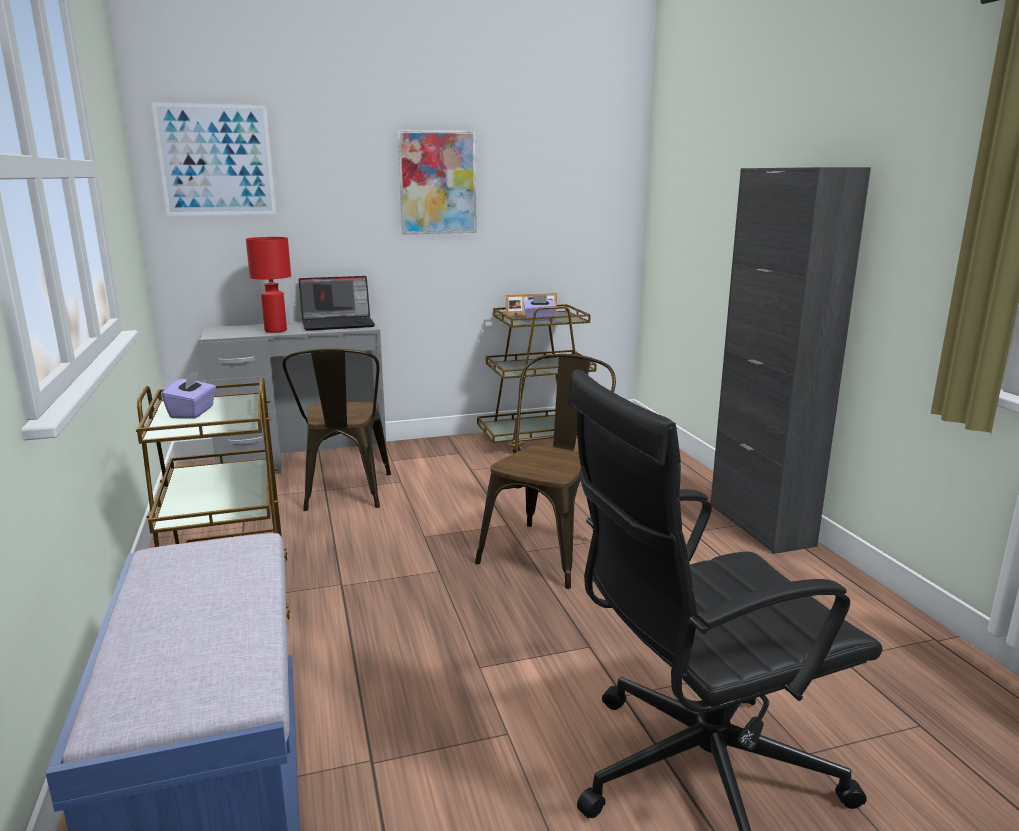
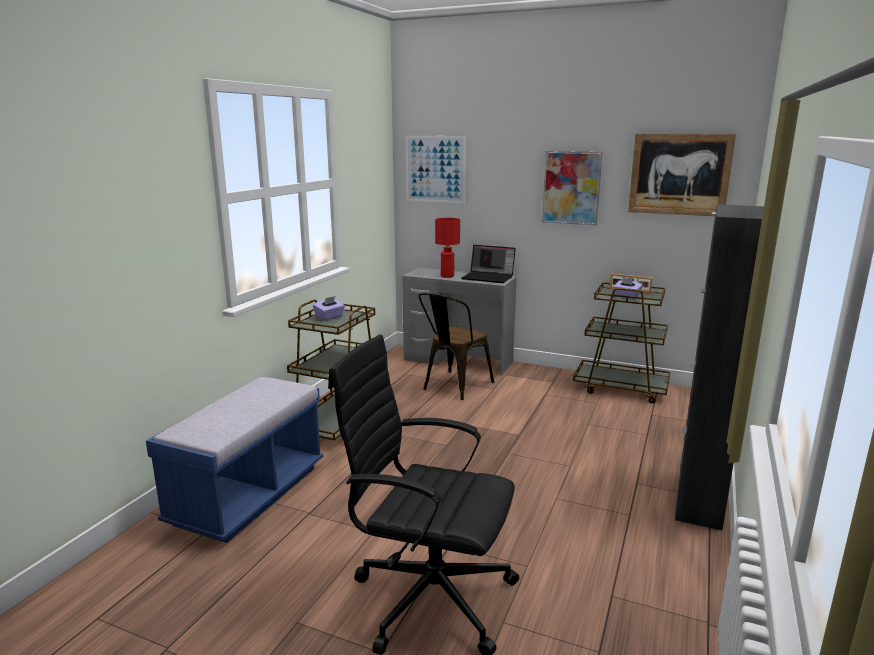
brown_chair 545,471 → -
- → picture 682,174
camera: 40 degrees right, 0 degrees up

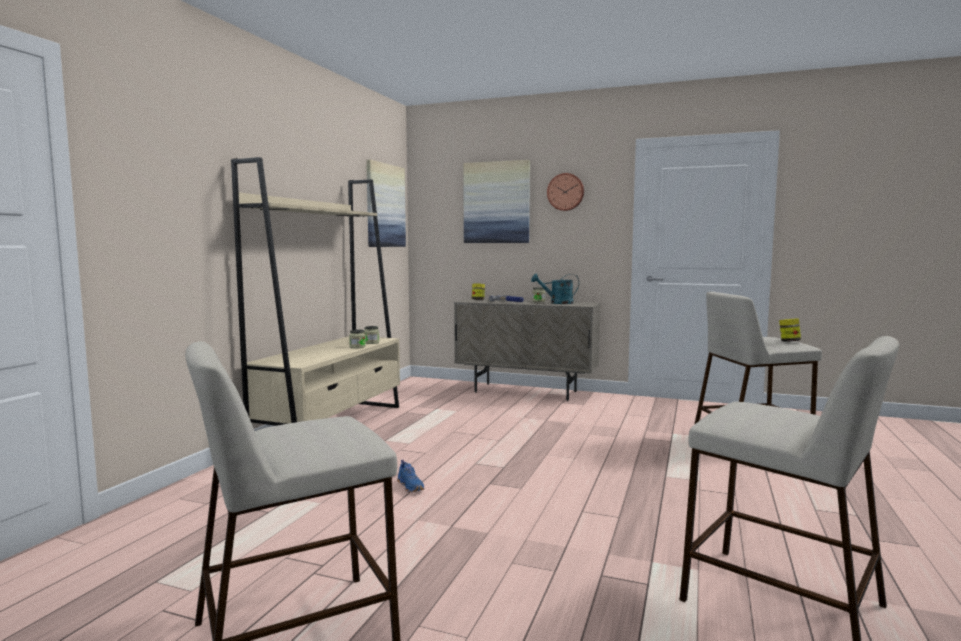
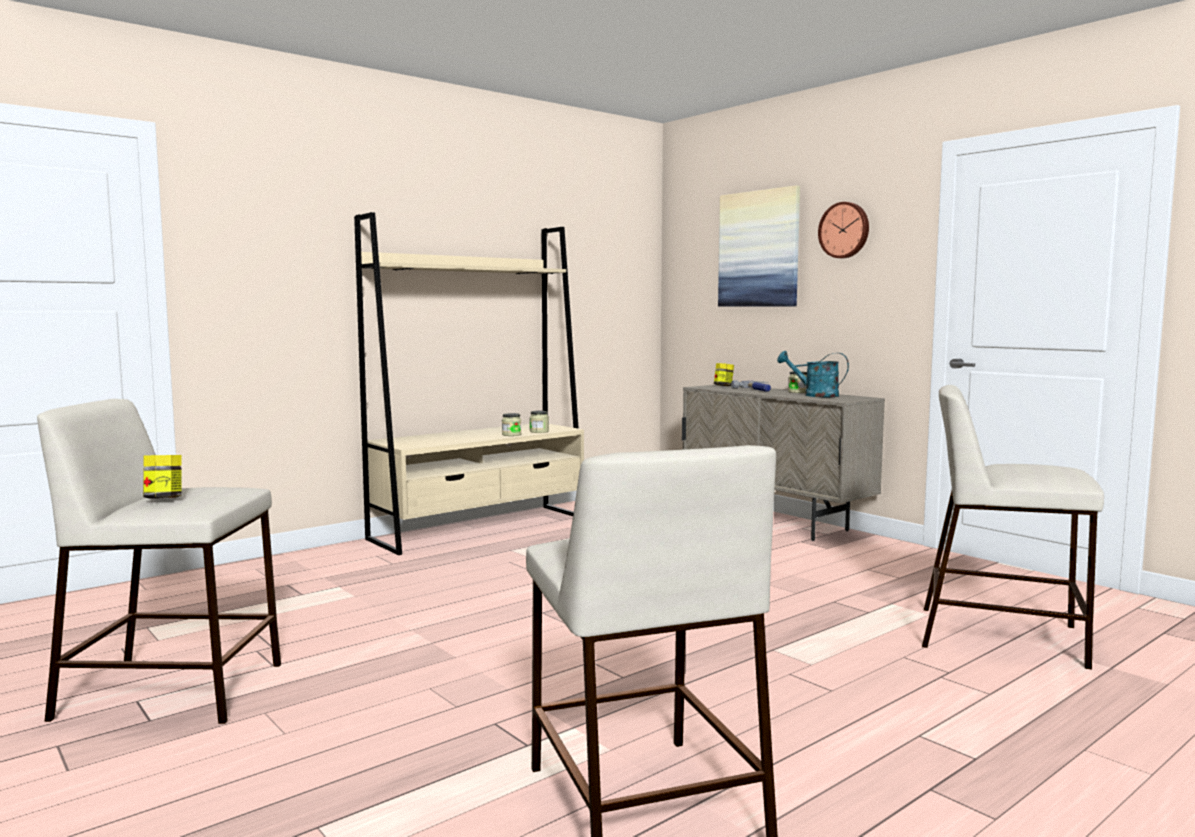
picture 386,203 → -
blue_shoe 411,476 → -
jar 790,330 → jar 162,477, moved
camera: 30 degrees right, 0 degrees up

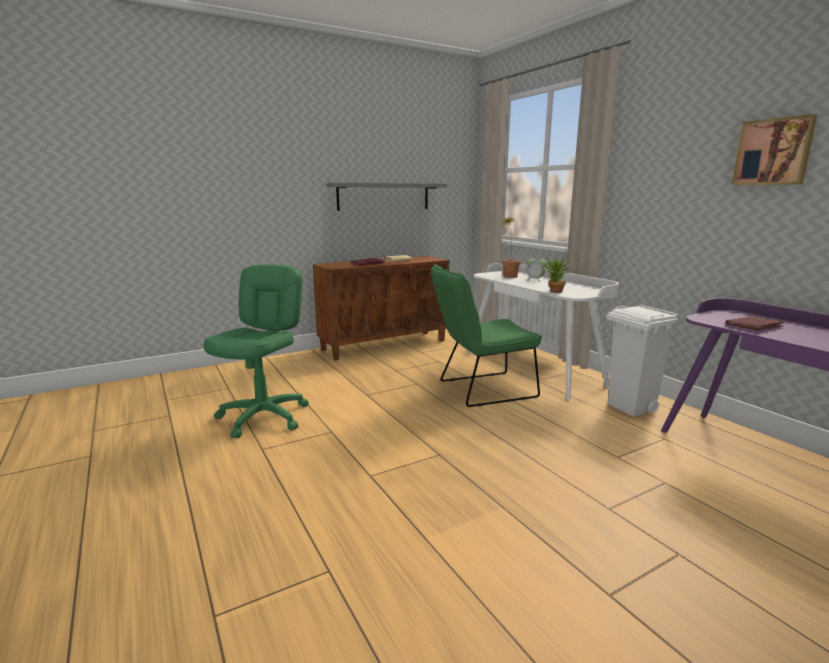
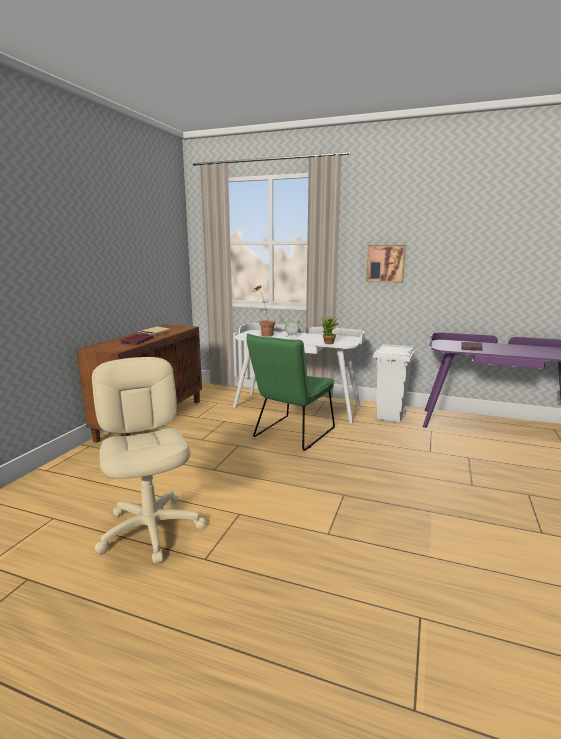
green_office_chair 256,351 → beige_office_chair 149,460
grey_shelf 386,197 → -
picture 774,149 → picture 386,264, moved
camera: 40 degrees left, 0 degrees up

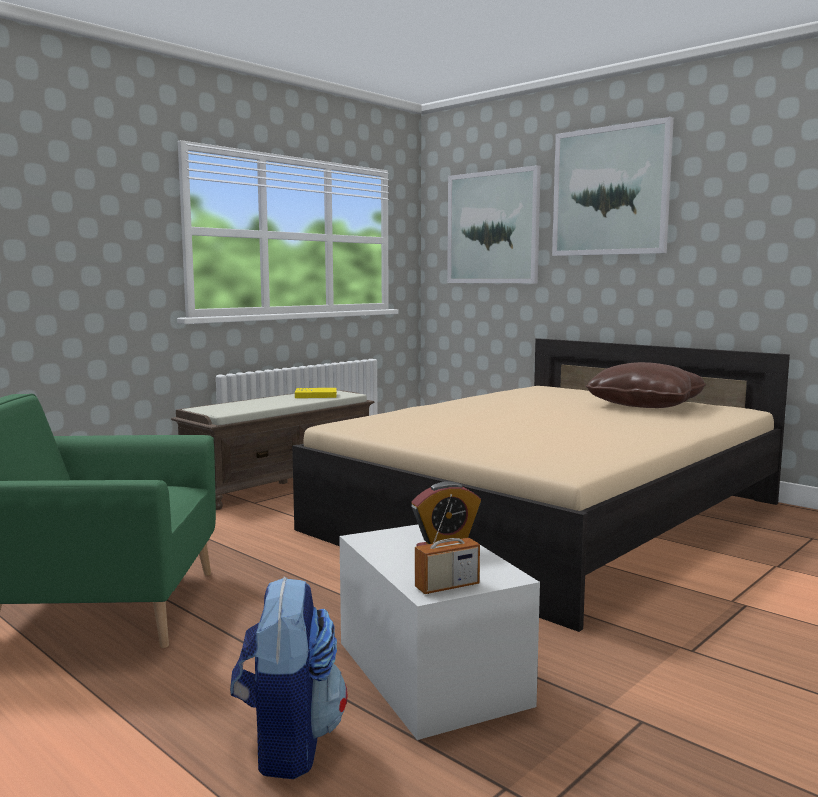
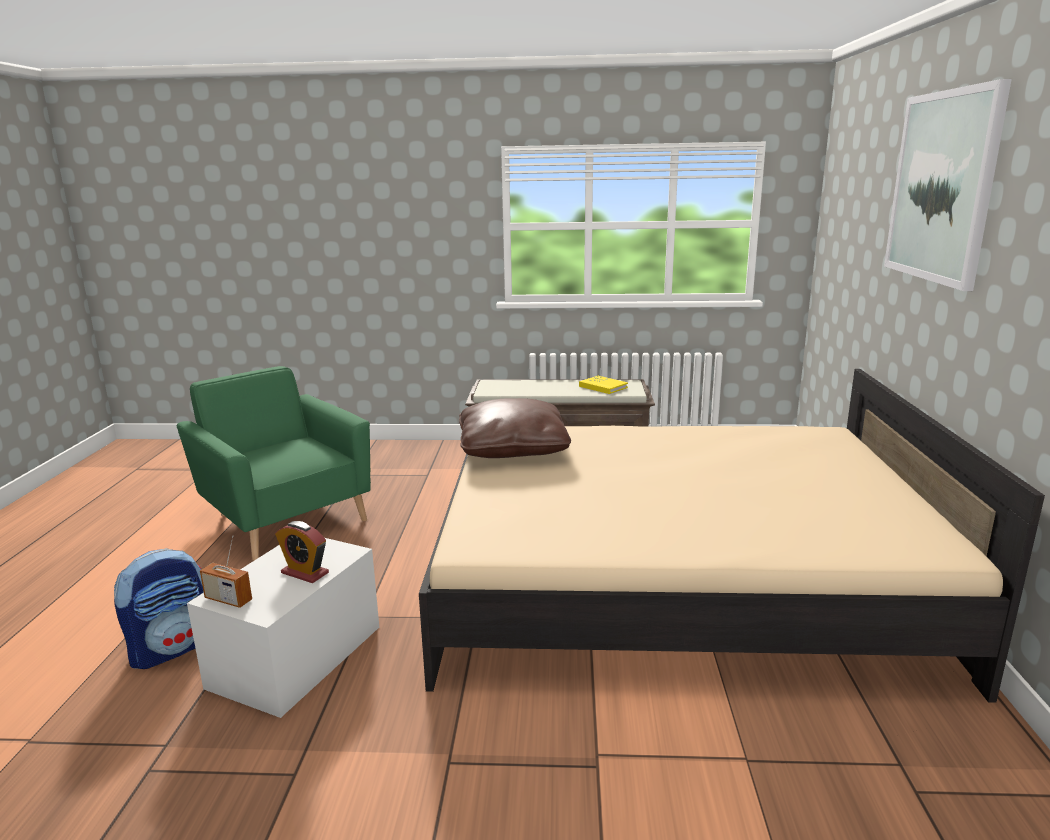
picture 494,224 → -
brown_pillow 646,385 → brown_pillow 515,428, moved
camera: 50 degrees right, 10 degrees up

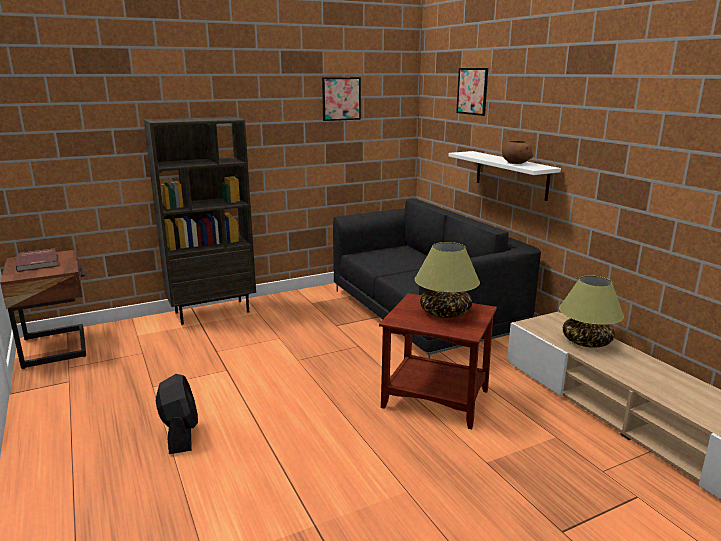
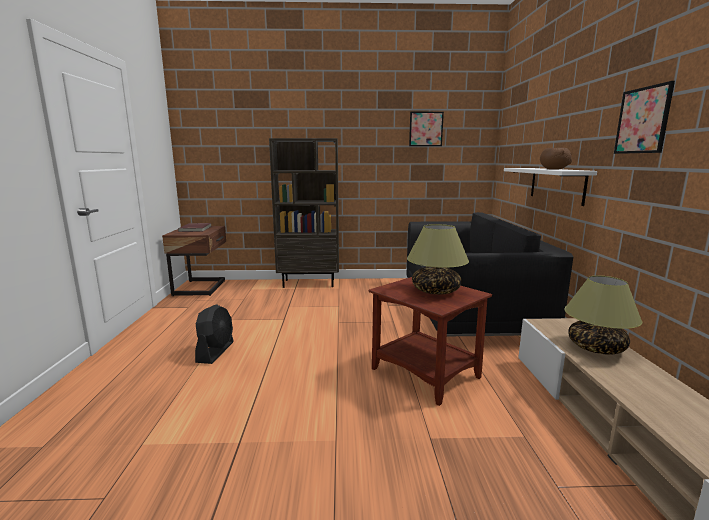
picture 472,92 → picture 644,117, moved
camera: 25 degrees right, 5 degrees down

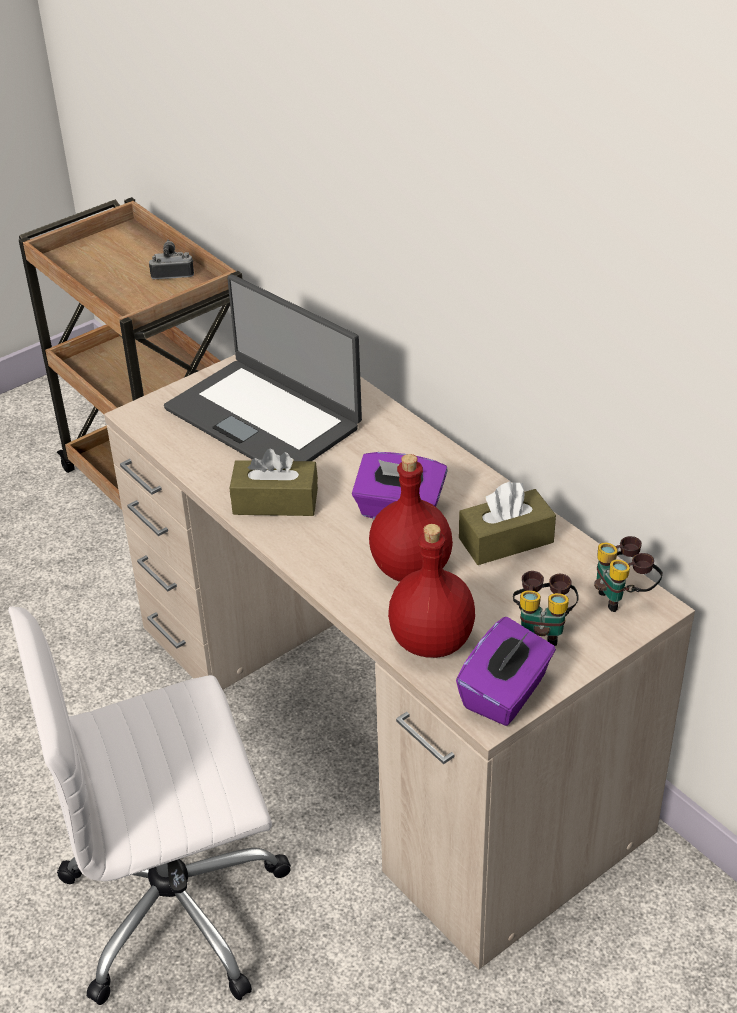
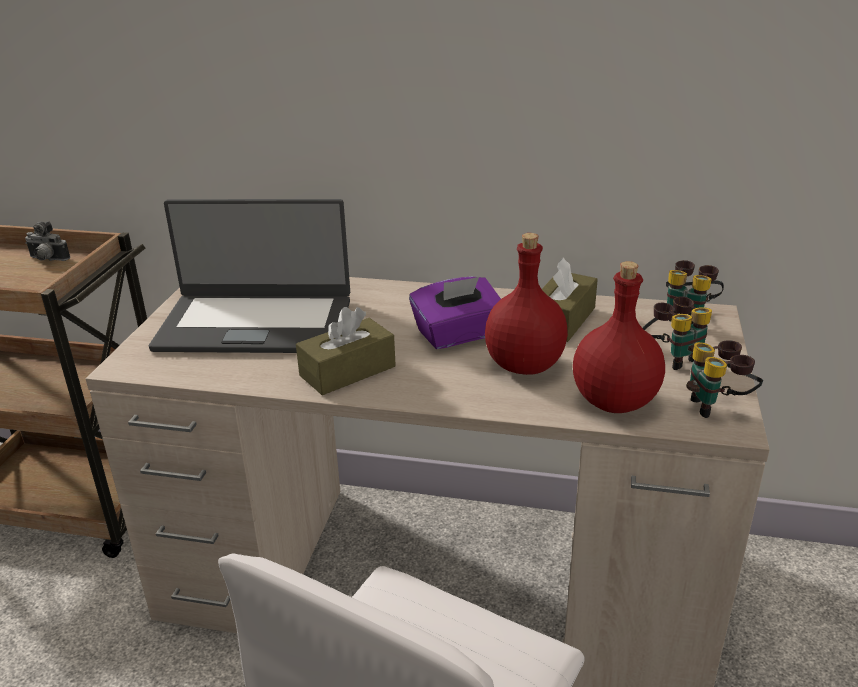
photo_camera 171,259 → photo_camera 47,241, 120 degrees counterclockwise
purple_tissue_box 506,671 → binoculars 724,379
camera: 40 degrees left, 10 degrees down

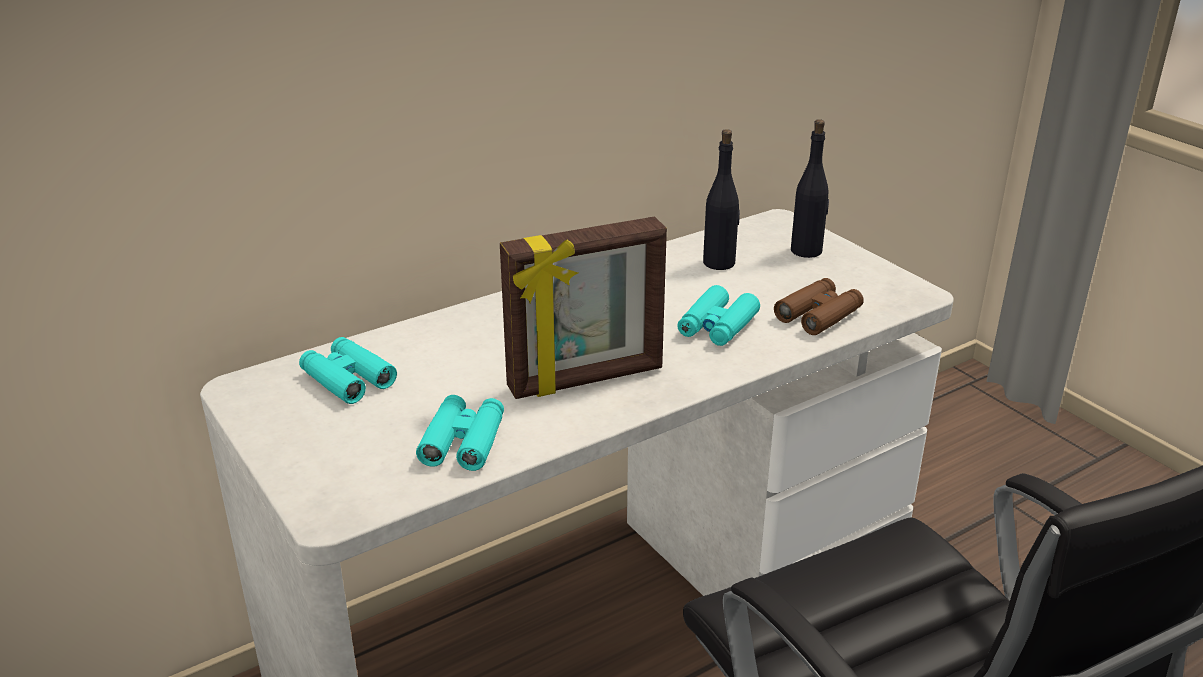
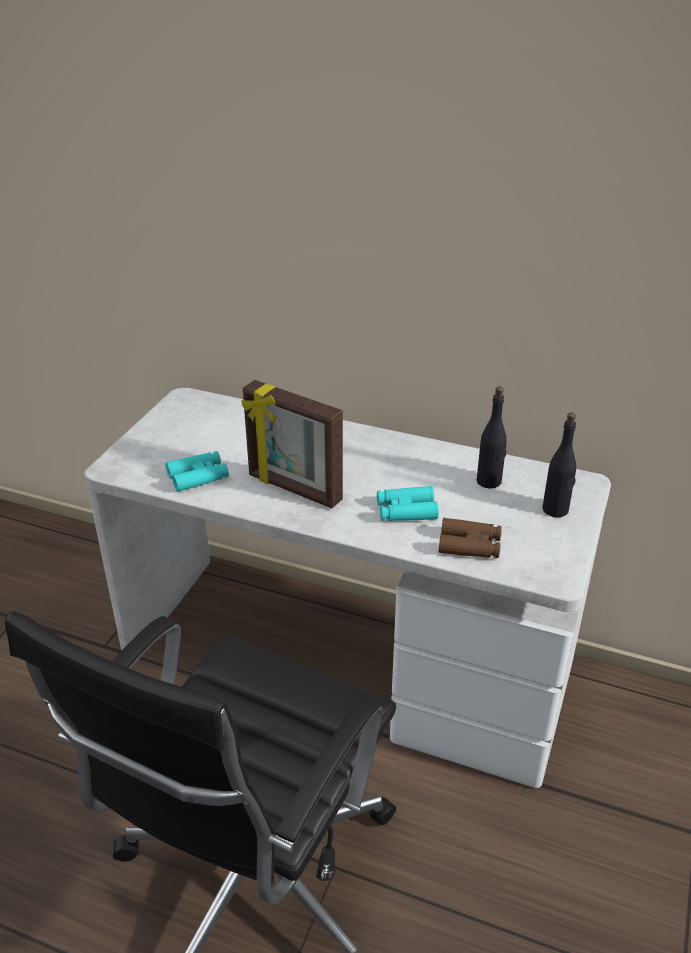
turquoise_binoculars 348,370 → -
camera: 55 degrees right, 5 degrees up

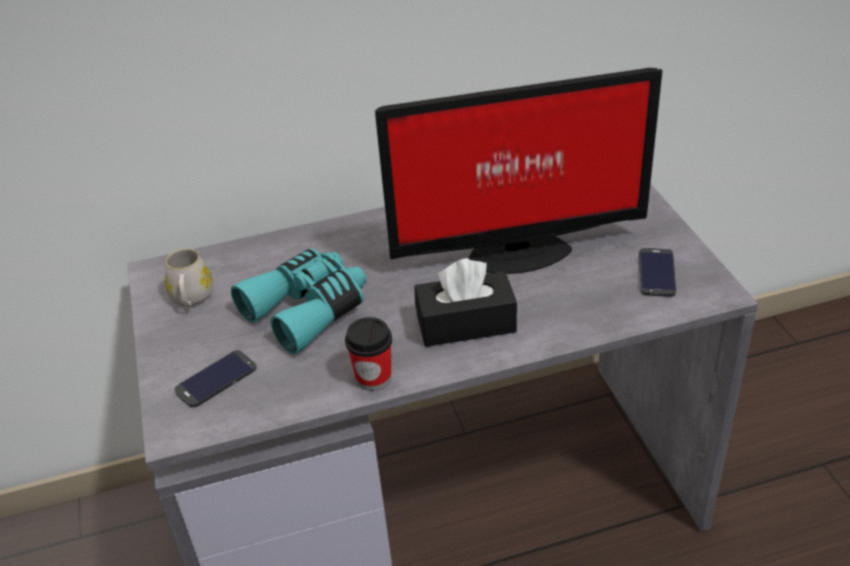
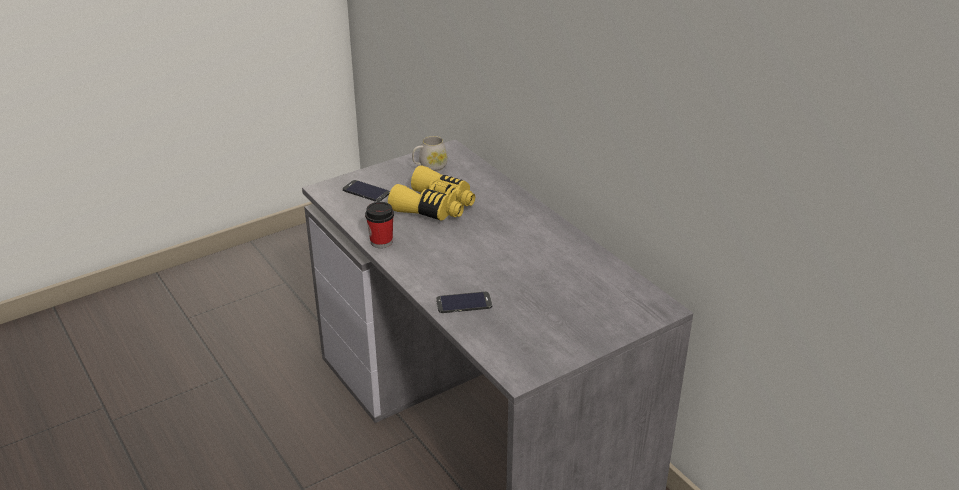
turquoise_binoculars 299,301 → yellow_binoculars 431,193
monitor 518,171 → -
black_tissue_box 465,302 → -
phone 657,272 → phone 464,302, moved
camera: 70 degrees right, 5 degrees down

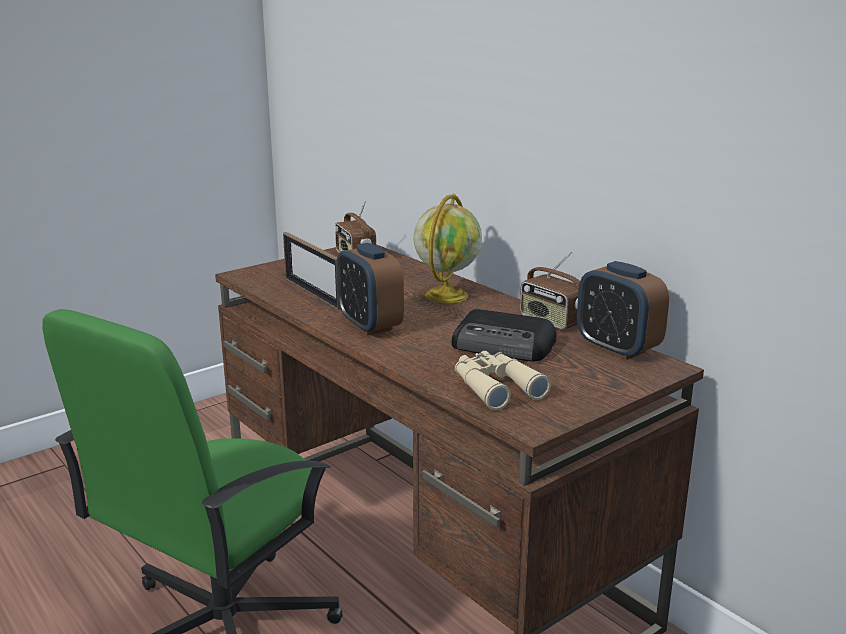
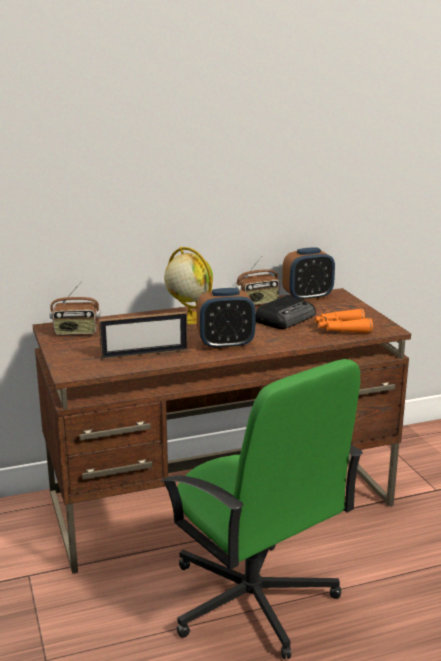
beige_binoculars 503,381 → orange_binoculars 344,321
camera: 70 degrees left, 0 degrees up

